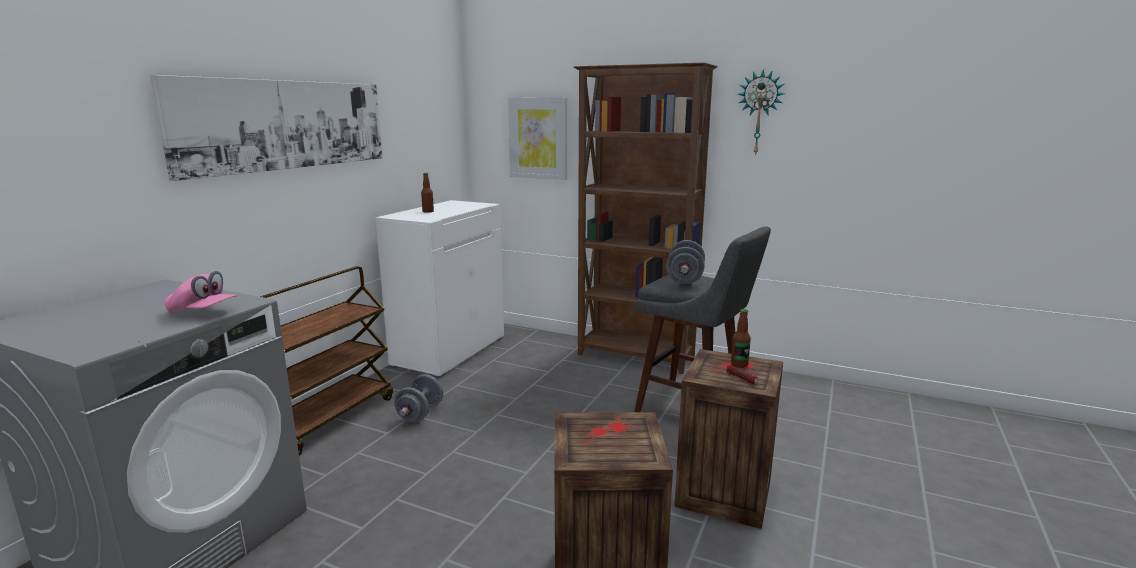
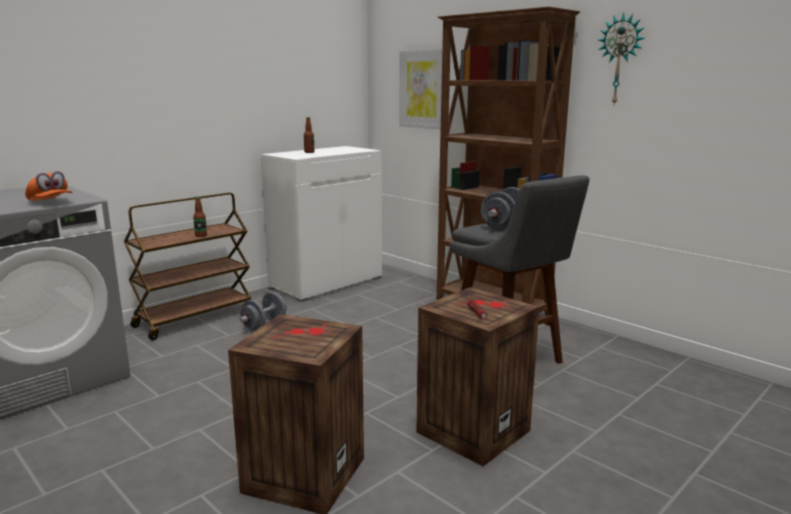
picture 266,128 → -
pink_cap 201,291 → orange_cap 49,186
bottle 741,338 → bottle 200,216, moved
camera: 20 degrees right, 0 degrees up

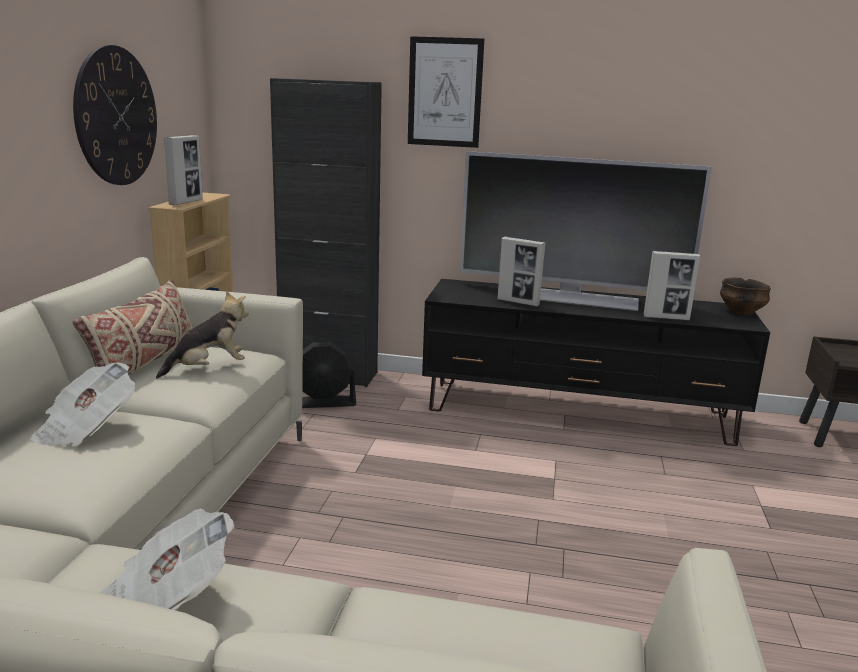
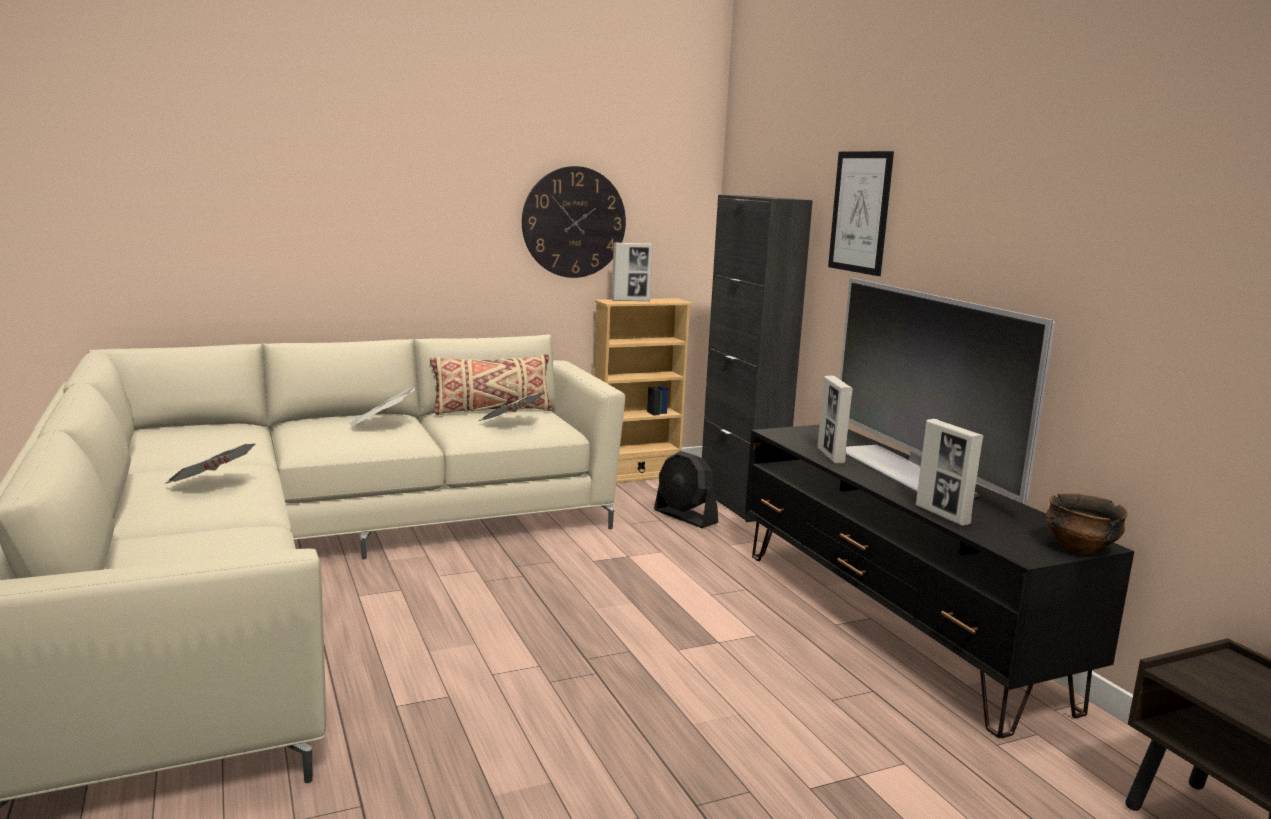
plush_toy 202,334 → newspaper 512,406
camera: 55 degrees right, 5 degrees down

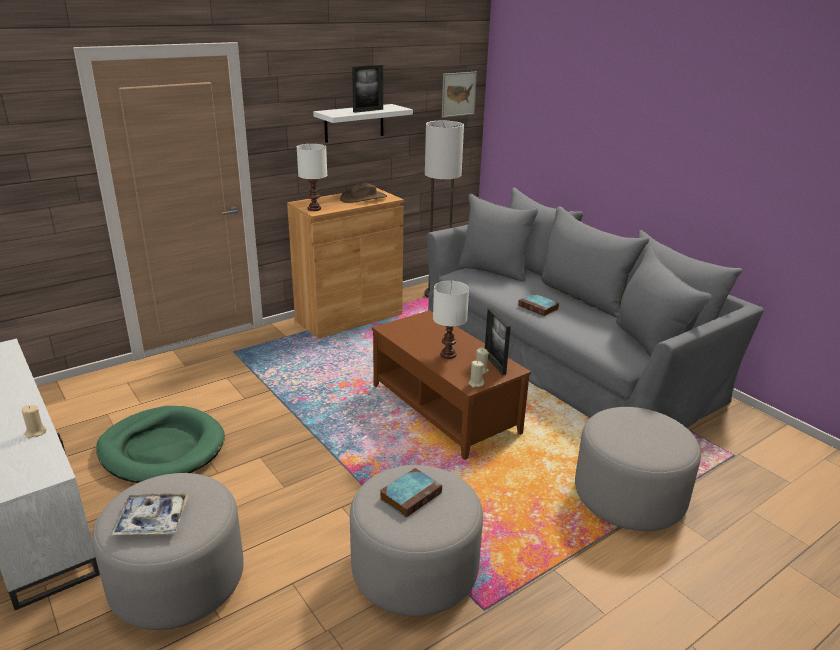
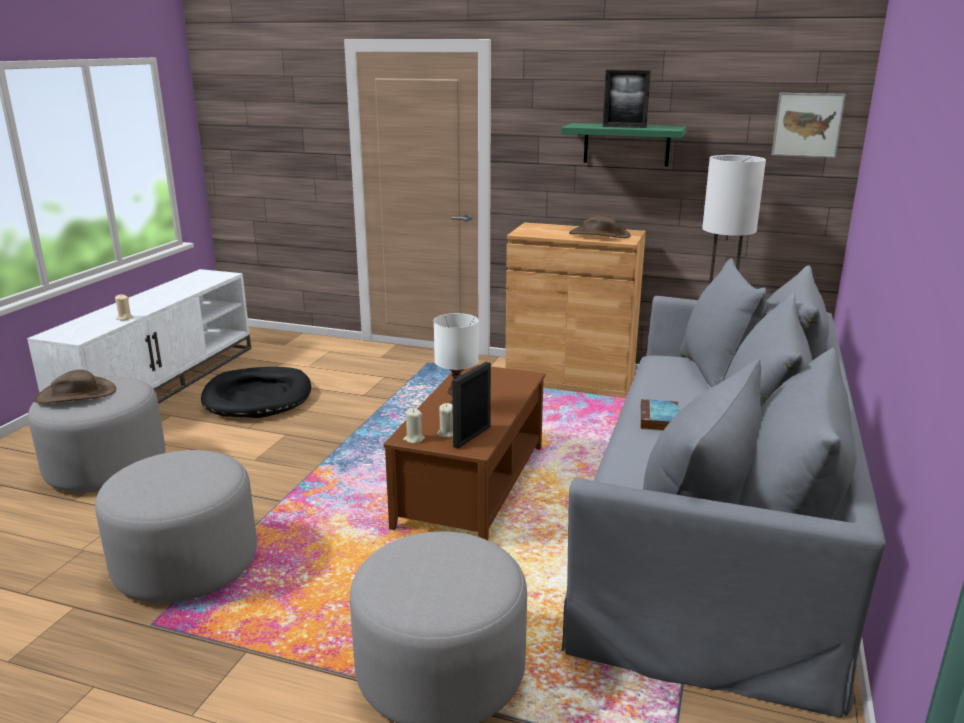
green_dog_bed 160,444 → black_dog_bed 256,392
tray 150,514 → brown_hat 75,386
white_table_lamp 312,177 → -
white_shelf 363,123 → green_shelf 624,144
book 411,492 → -
camera: 55 degrees right, 5 degrees down

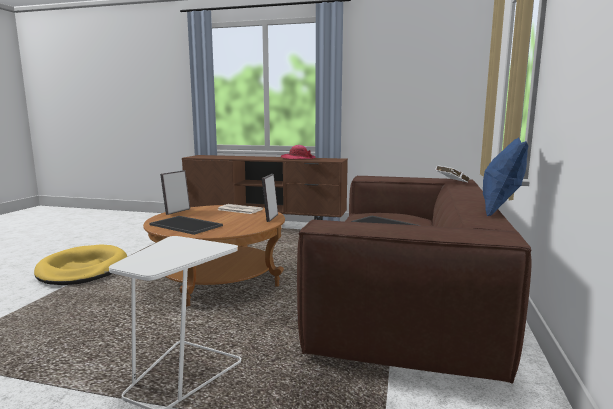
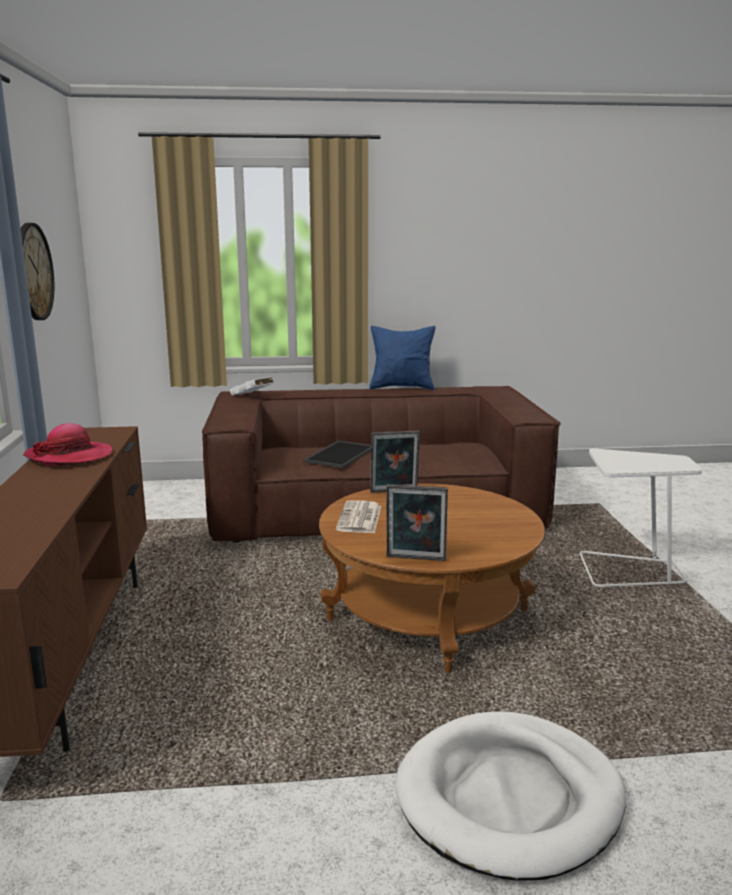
yellow_dog_bed 80,264 → white_dog_bed 510,796
tray 186,225 → -
- → wall_clock 37,271
camera: 110 degrees left, 5 degrees up

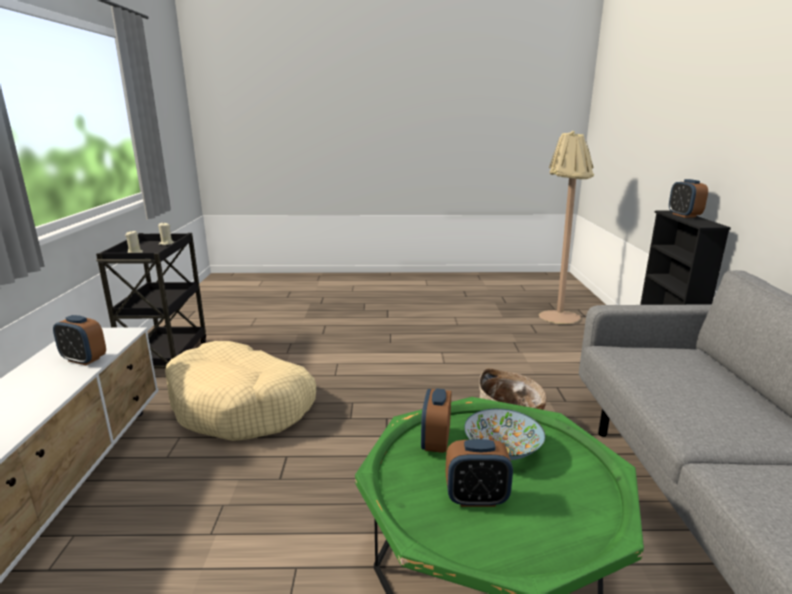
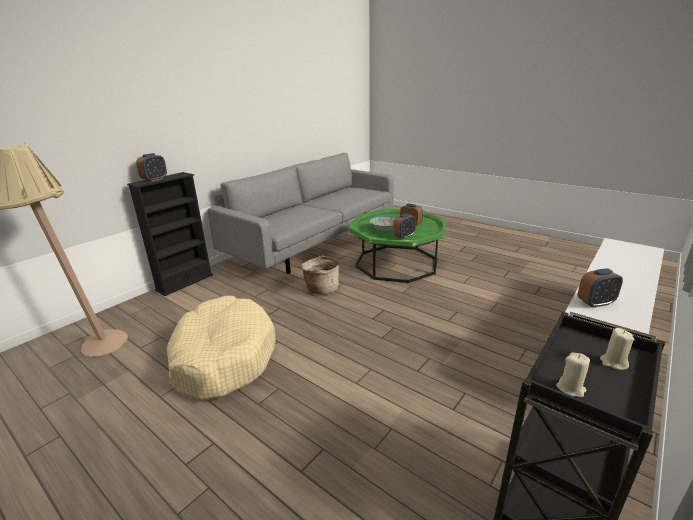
alarm_clock 79,340 → alarm_clock 600,288, 105 degrees clockwise
beige_dog_bed 240,391 → beige_dog_bed 221,348, moved
camera: 140 degrees left, 5 degrees up

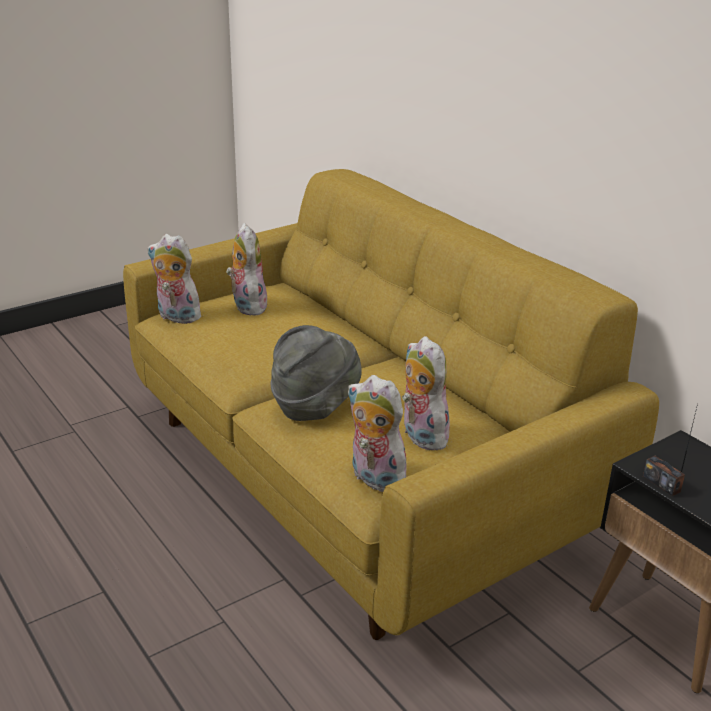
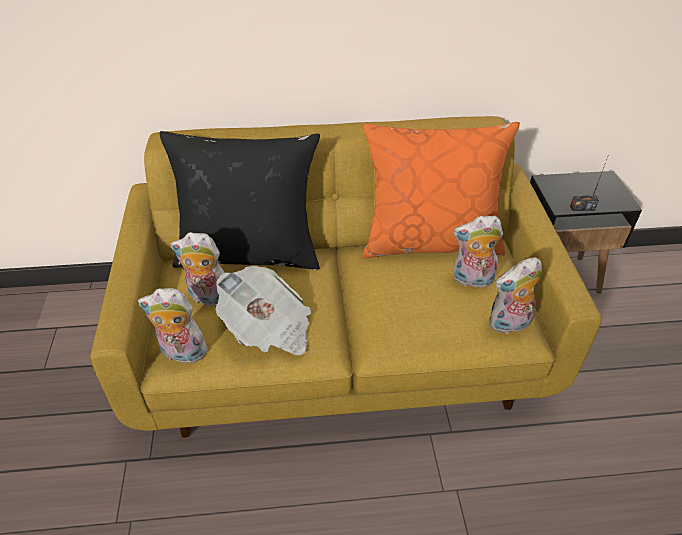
plush_toy 174,279 → plush_toy 174,327, 45 degrees clockwise
grey_hat 316,373 → -
- → black_pillow 240,200
- → newspaper 263,311
- → orange_pillow 441,190
camera: 60 degrees left, 15 degrees up

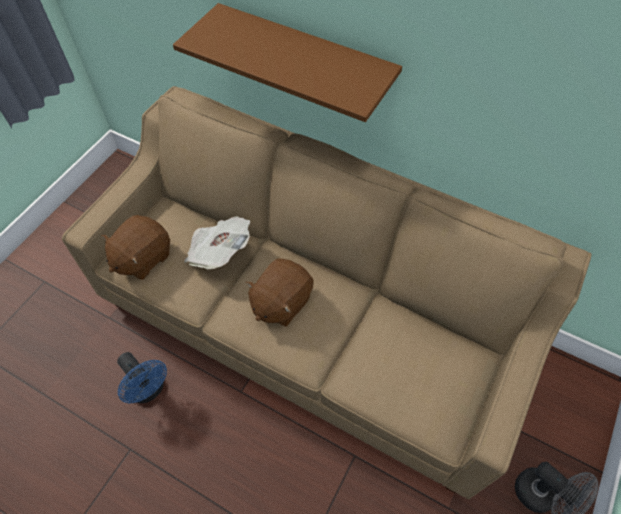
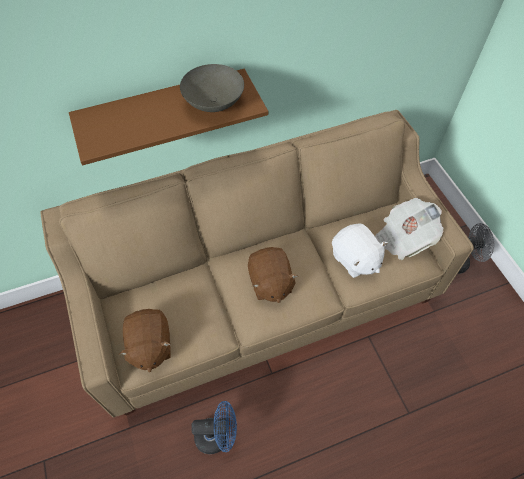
newspaper 217,242 → newspaper 409,229, moved
- → grey_bowl 212,88
- → white_plush_toy 360,251
camera: 50 degrees left, 0 degrees up

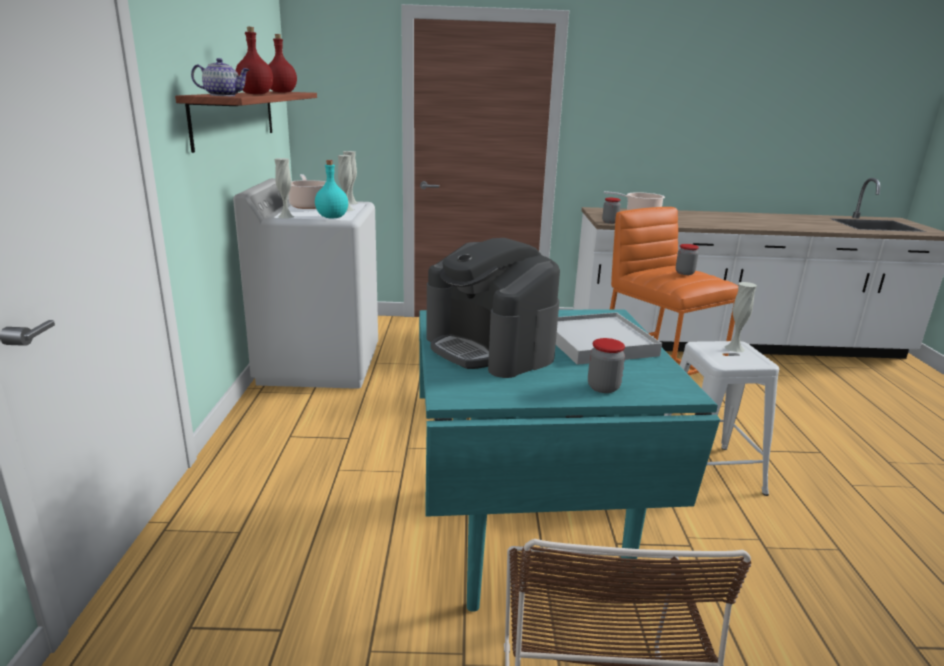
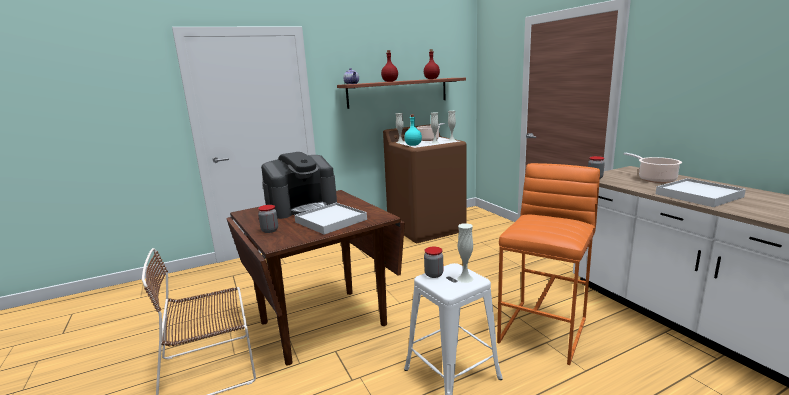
white_washing_machine 305,283 → brown_washing_machine 425,183
turquoise_dining_table 569,460 → brown_dining_table 316,277
coffee_machine 493,308 → coffee_machine 299,185, 150 degrees counterclockwise
jar 687,259 → jar 433,262, moved
- → white_tray 701,192
camera: 65 degrees right, 5 degrees down

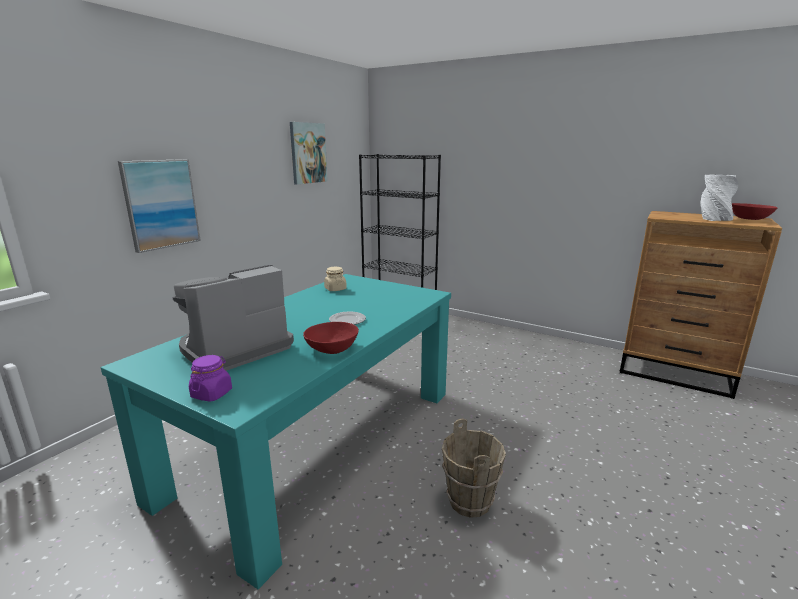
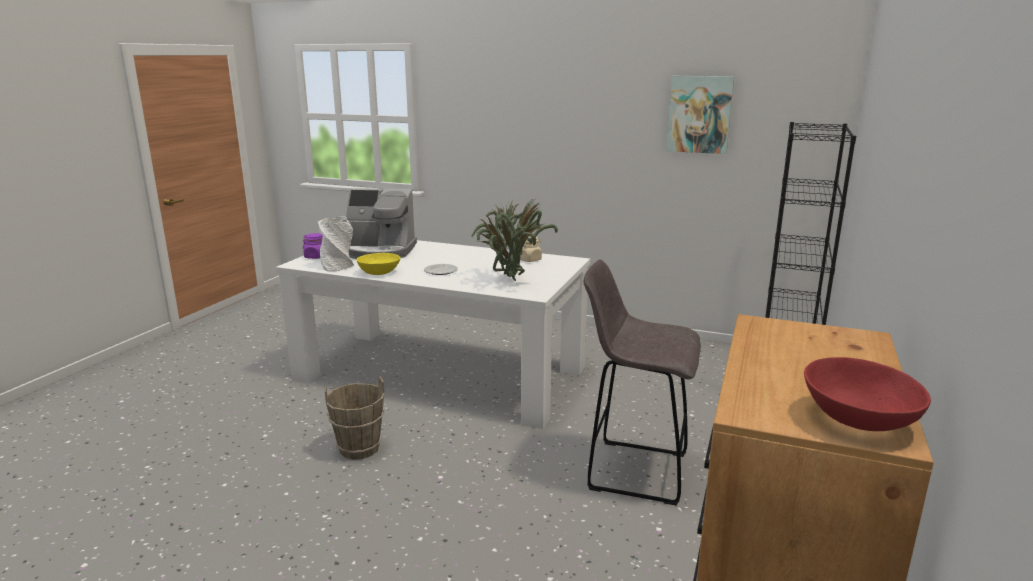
turquoise_dining_table 276,431 → white_dining_table 433,334
picture 159,206 → -
coffee_machine 233,318 → coffee_machine 381,223, 150 degrees clockwise
red_bowl 331,338 → yellow_bowl 378,264
white_vase 719,197 → white_vase 336,244, moved
- → potted_plant 514,240
- → grey_stool 642,382
camera: 80 degrees right, 0 degrees up

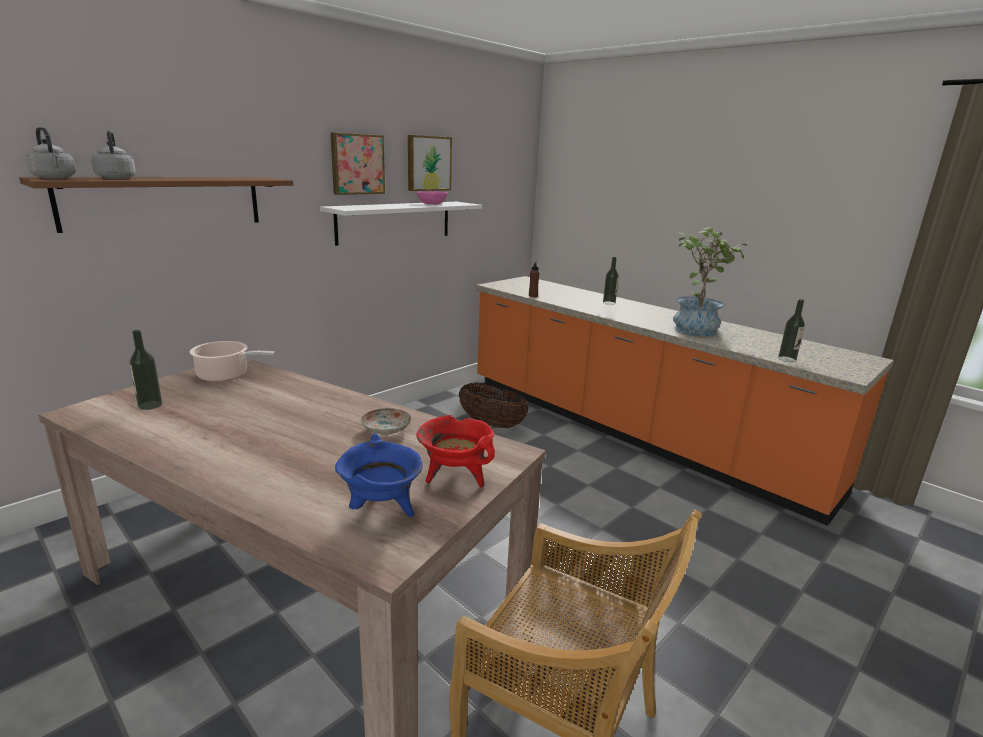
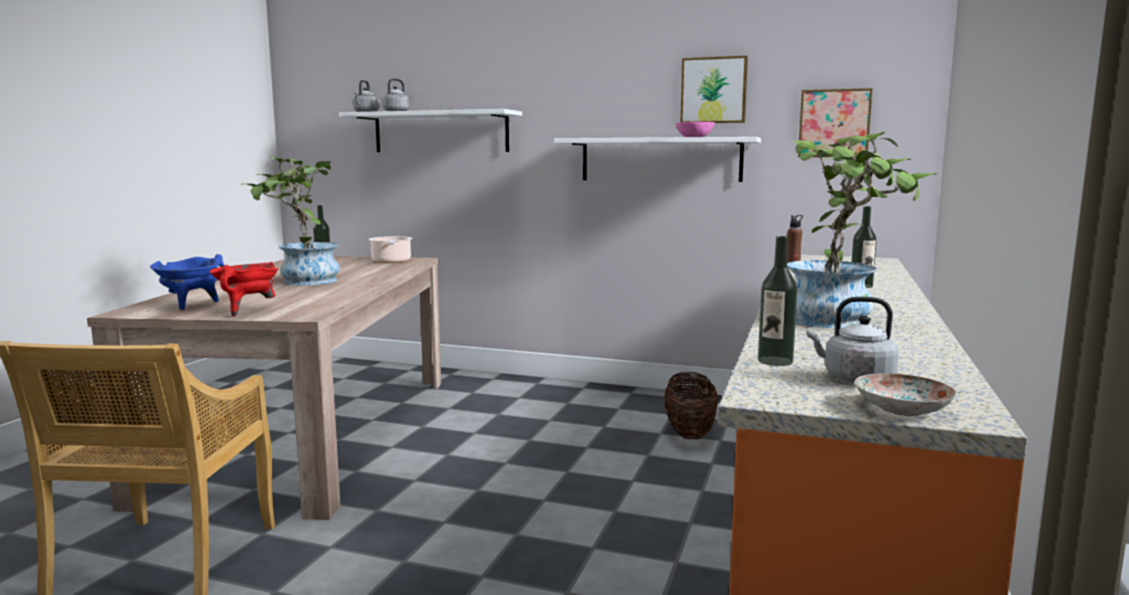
brown_shelf 156,205 → white_shelf 430,130
picture 357,163 → picture 835,122, moved
plate 386,421 → plate 906,394, moved
- → potted_plant 290,220
- → grey_kettle 853,340
camera: 65 degrees right, 10 degrees down

